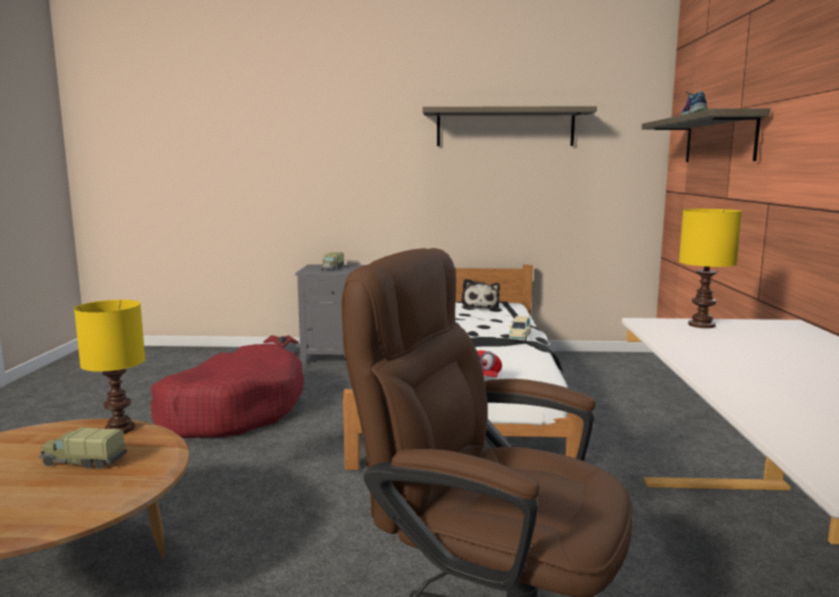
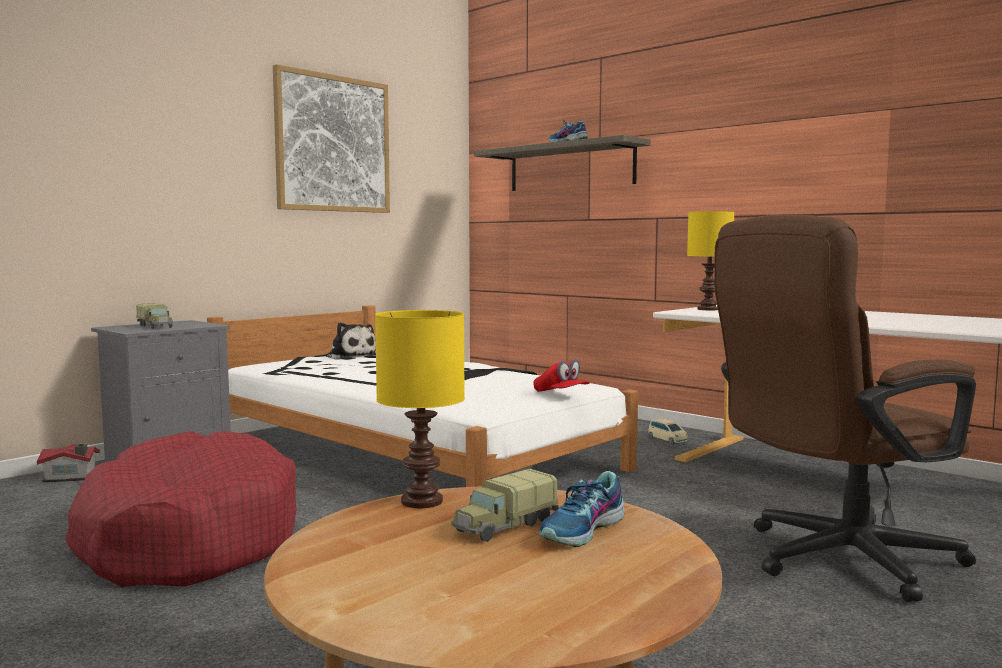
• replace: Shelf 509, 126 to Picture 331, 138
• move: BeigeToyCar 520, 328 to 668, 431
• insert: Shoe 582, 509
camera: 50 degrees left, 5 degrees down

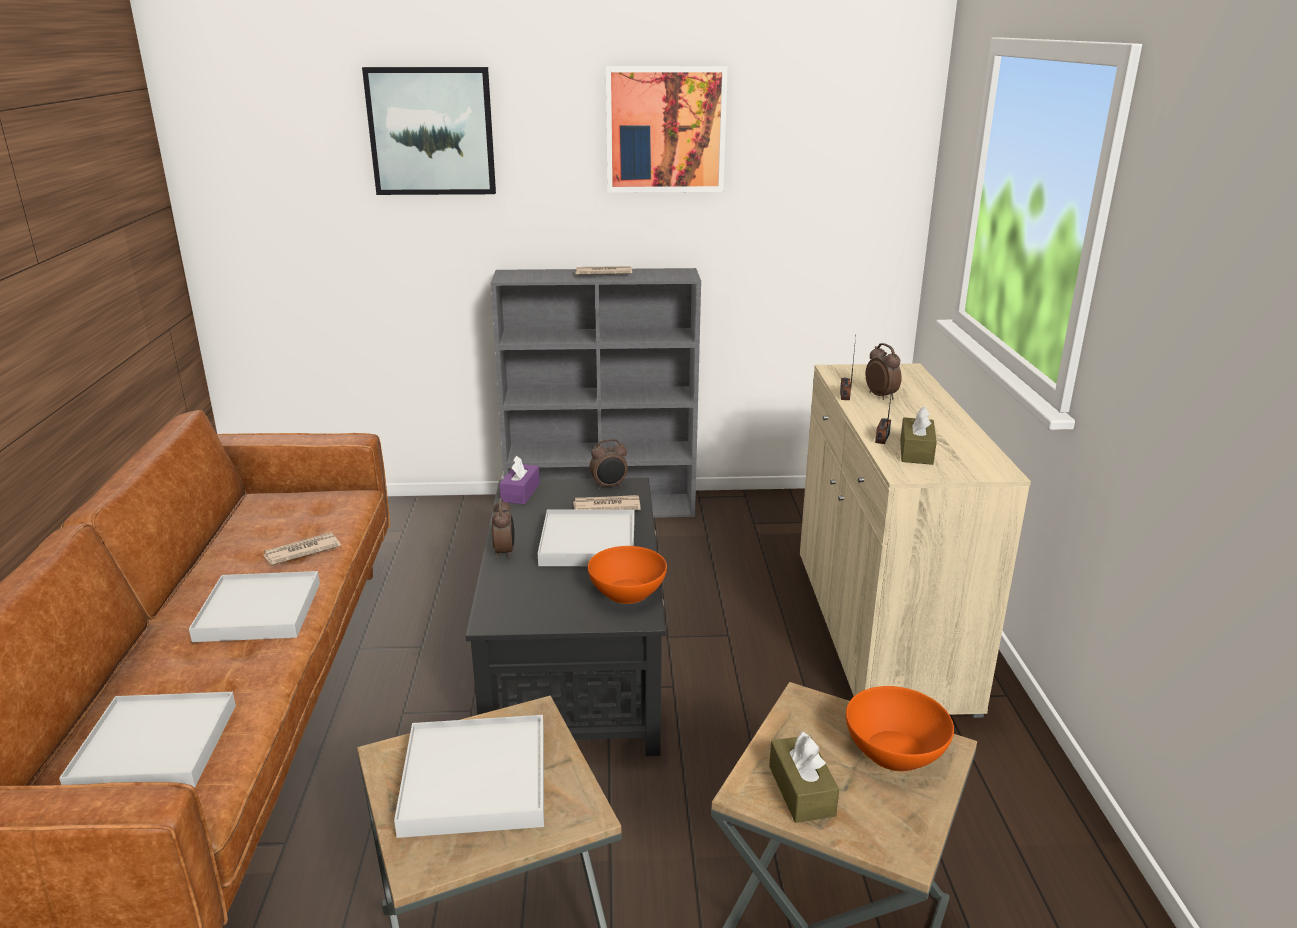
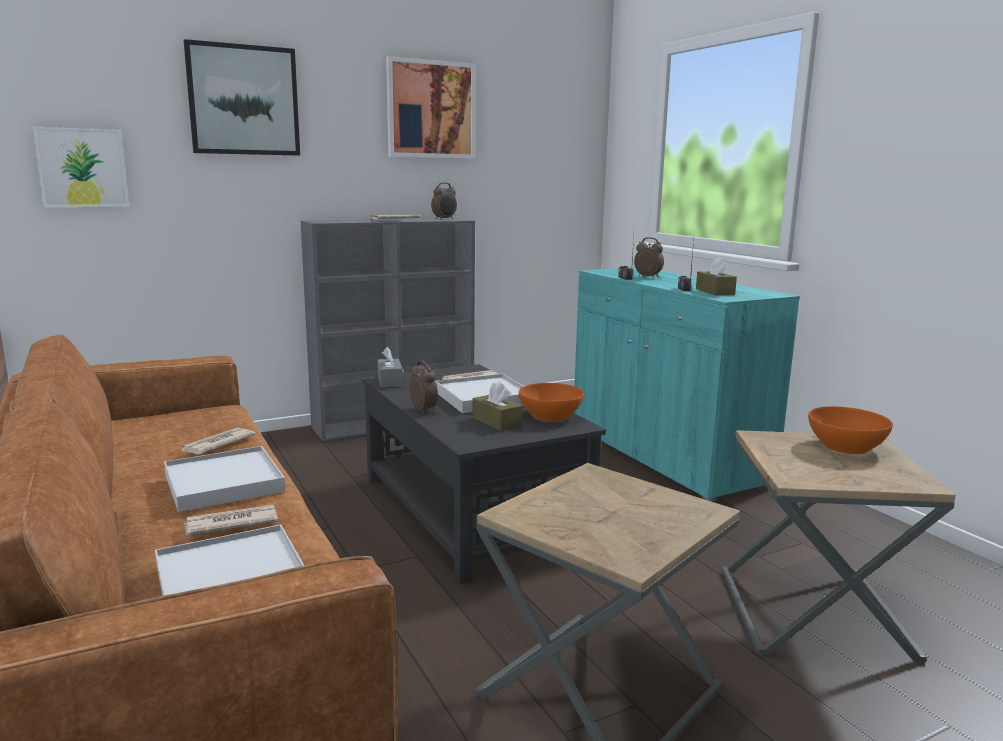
• delete: WhiteTray 469, 776
• recolor: PurpleTissueBox 519, 479 to GreyTissueBox 390, 367
• move: AlarmClock 609, 464 to 444, 201
• move: BrownTissueBox 804, 777 to 497, 406
• recolor: BeigeCabinet 915, 540 to TurquoiseCabinet 687, 385
• insert: Picture 81, 167
• insert: Newspaper 231, 520
camera: 25 degrees left, 10 degrees down

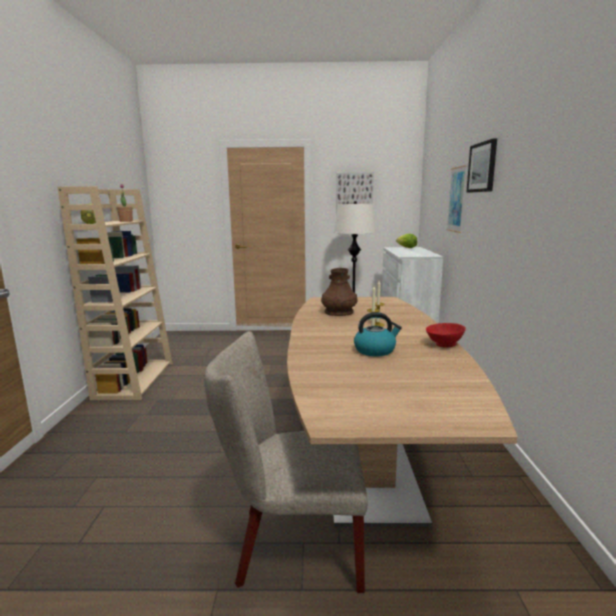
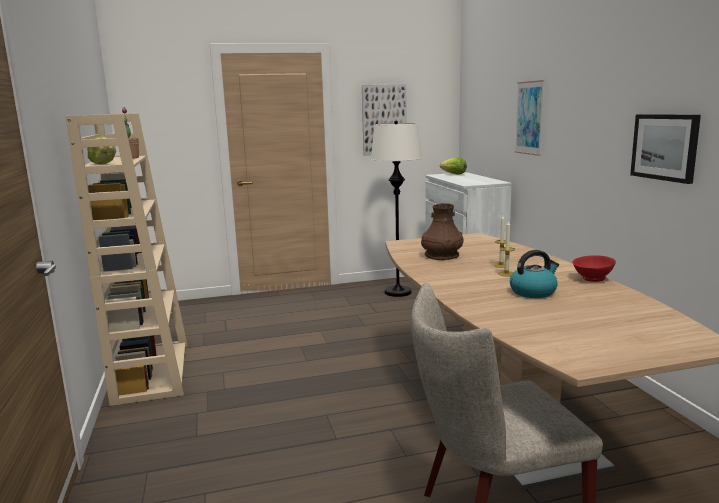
• move: Picture 481, 165 to 665, 149
camera: 15 degrees left, 0 degrees up

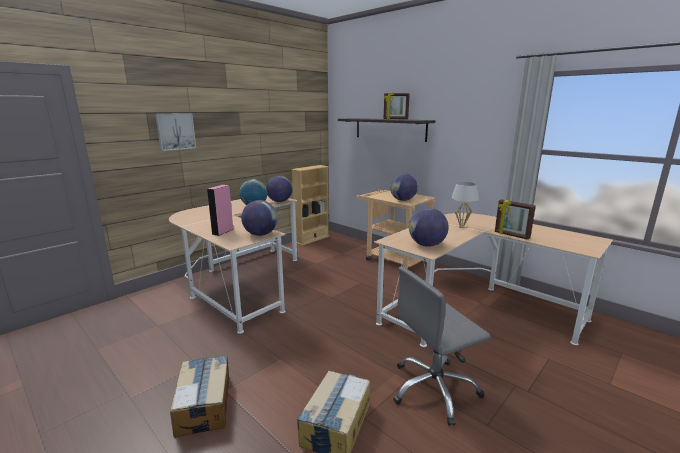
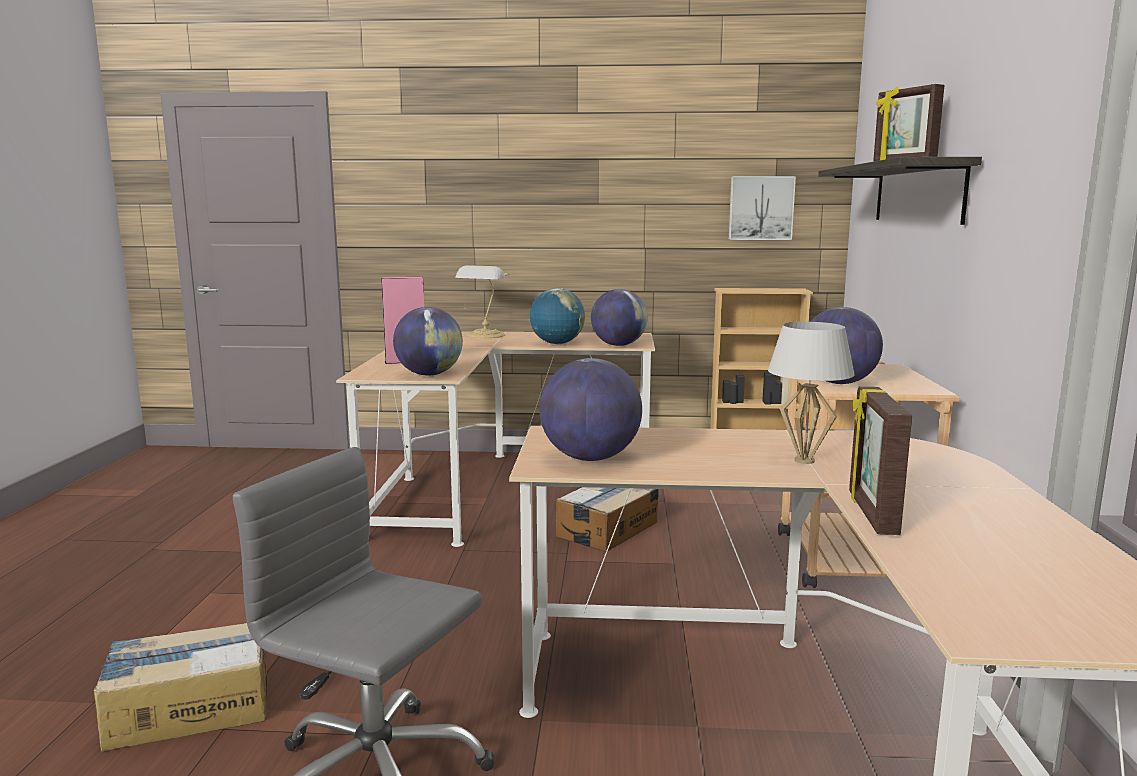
• move: Picture 175, 132 to 762, 208
• move: CardboardBox 199, 396 to 607, 519
• insert: TableLamp 483, 301
camera: 50 degrees right, 5 degrees down

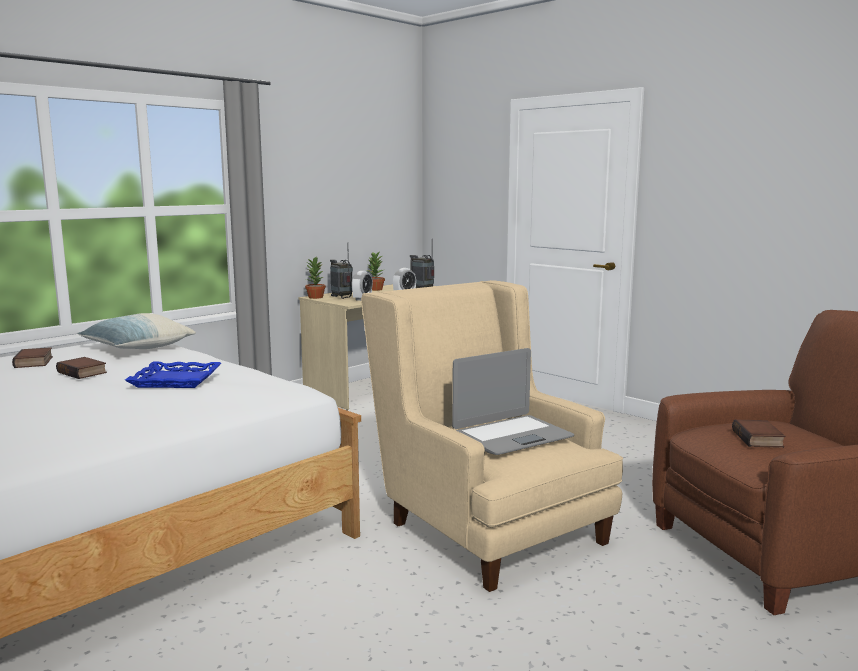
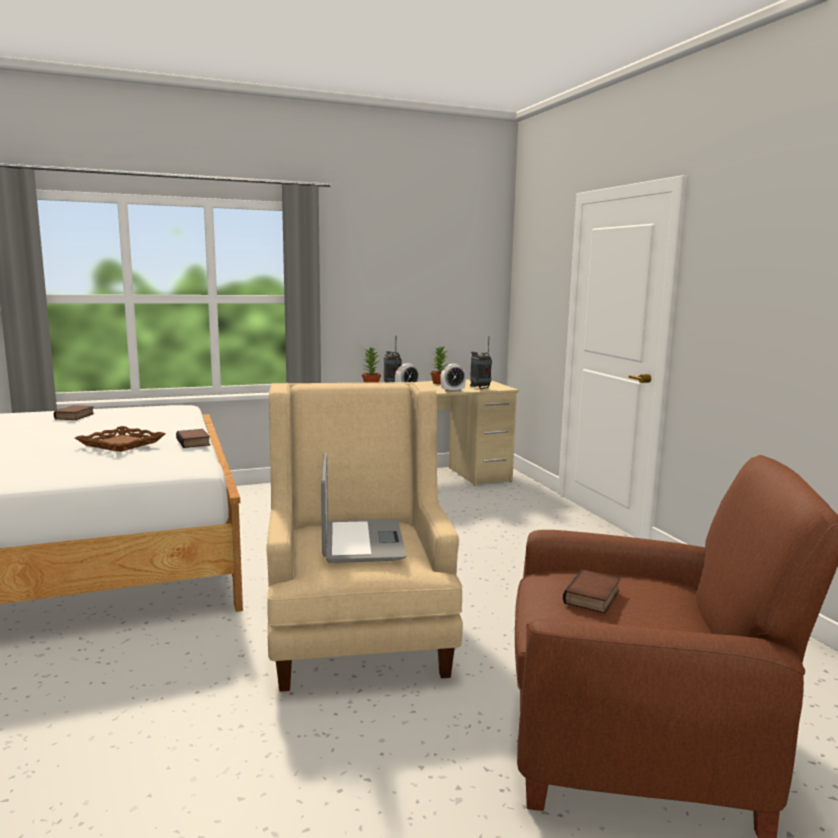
• move: Book 81, 368 to 193, 438
• delete: Pillow 136, 331
• recolor: BlueTray 173, 375 to BrownTray 120, 439
• rotate: Laptop 513, 401 = 363, 508 90 degrees counterclockwise
camera: 25 degrees right, 0 degrees up

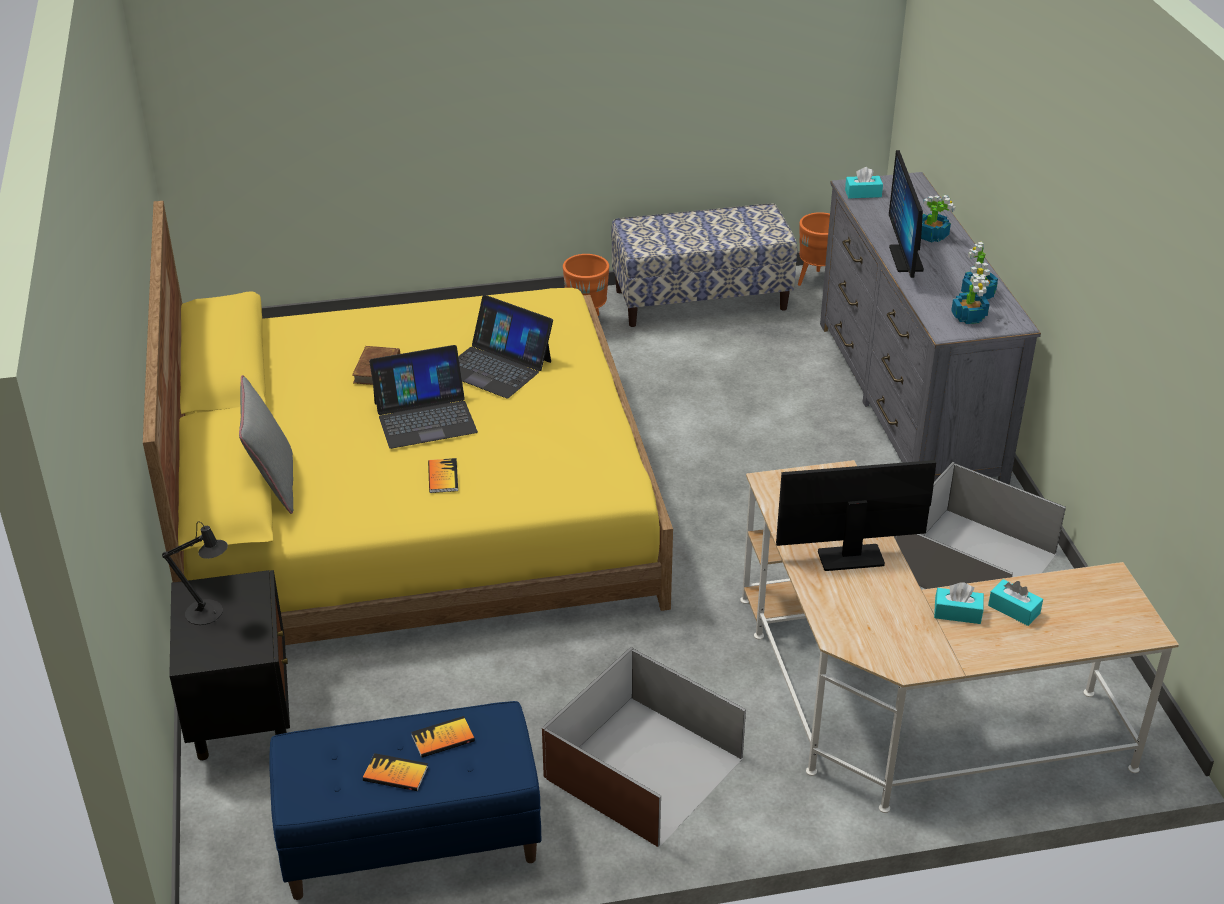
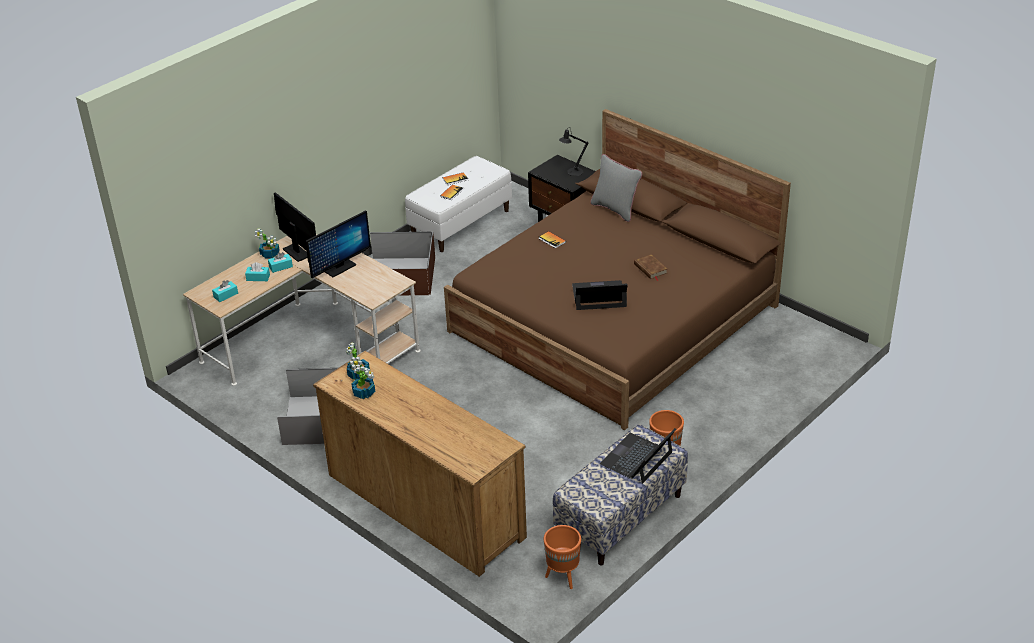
• recolor: YellowBed 408, 423 to BrownBed 617, 269
• recolor: BlueBench 405, 800 to WhiteBench 458, 204
• move: Laptop 423, 397 to 638, 456
• recolor: GreyDresser 930, 328 to BrownDresser 420, 464
• move: TurquoiseTissueBox 864, 182 to 225, 291
• move: Monitor 906, 214 to 295, 227
• move: PottedPlant 938, 219 to 267, 243
camera: 145 degrees right, 0 degrees up

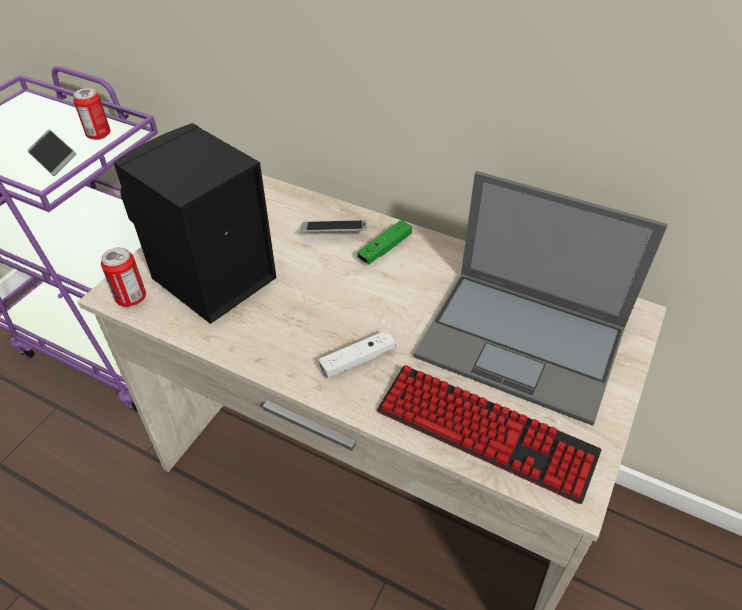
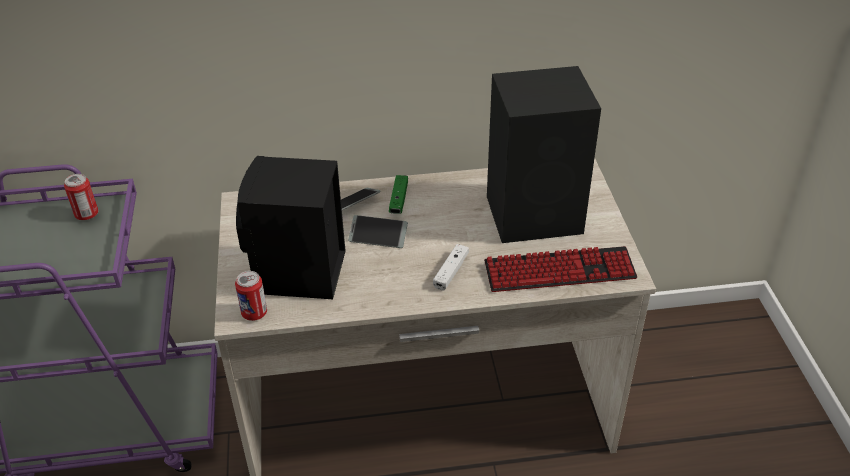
• move: Phone 52, 153 to 378, 231
• replace: Laptop 540, 298 to BlackSpeaker 544, 154
camera: 35 degrees left, 5 degrees down

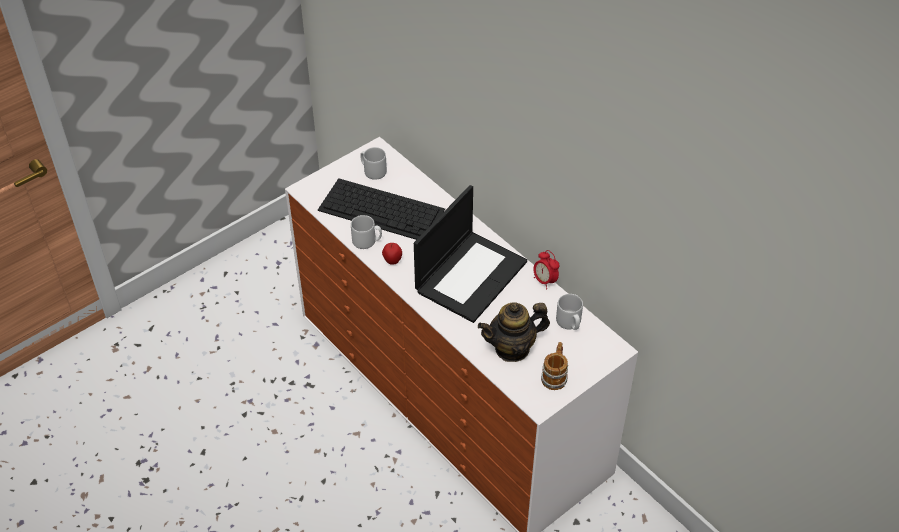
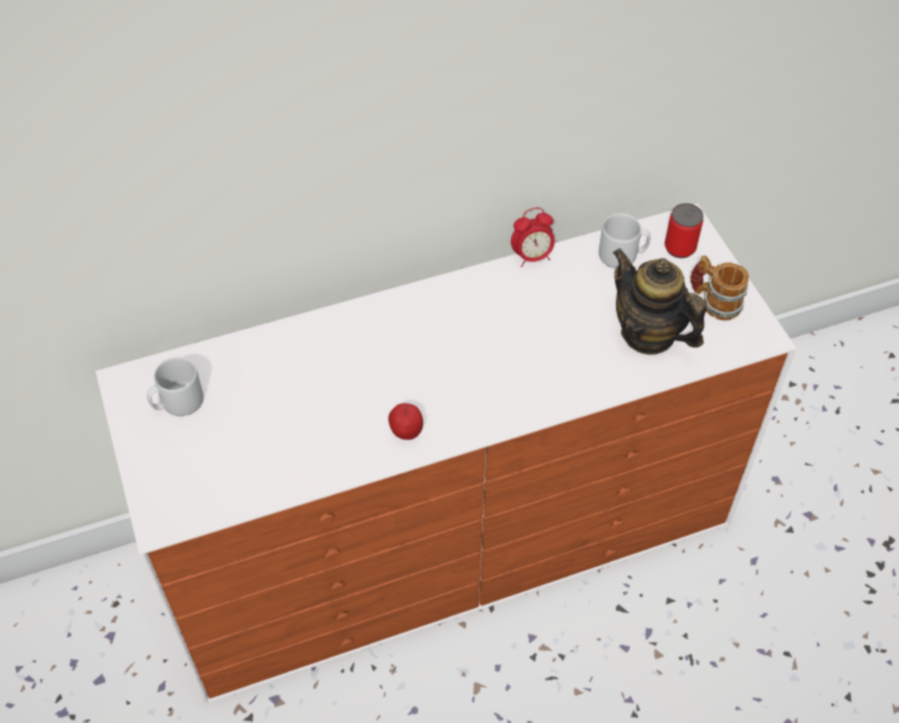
• delete: Keyboard 381, 209
• delete: GreyMug 366, 232
• delete: Laptop 470, 254
• rotate: Teapot 514, 332 = 660, 301 135 degrees clockwise
• insert: Can 684, 230
camera: 70 degrees left, 5 degrees up

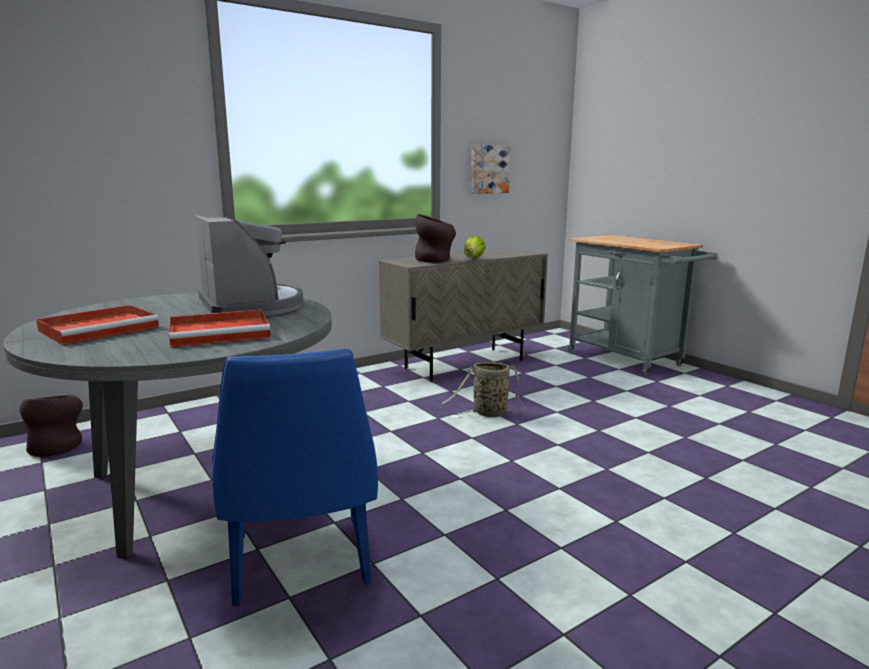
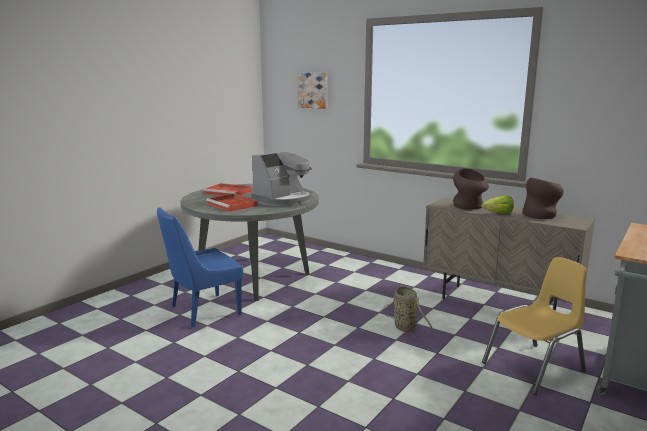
• move: BrownVase 51, 426 to 543, 198
• move: Picture 491, 169 to 312, 91
• insert: YellowChair 534, 326
camera: 70 degrees right, 0 degrees up

